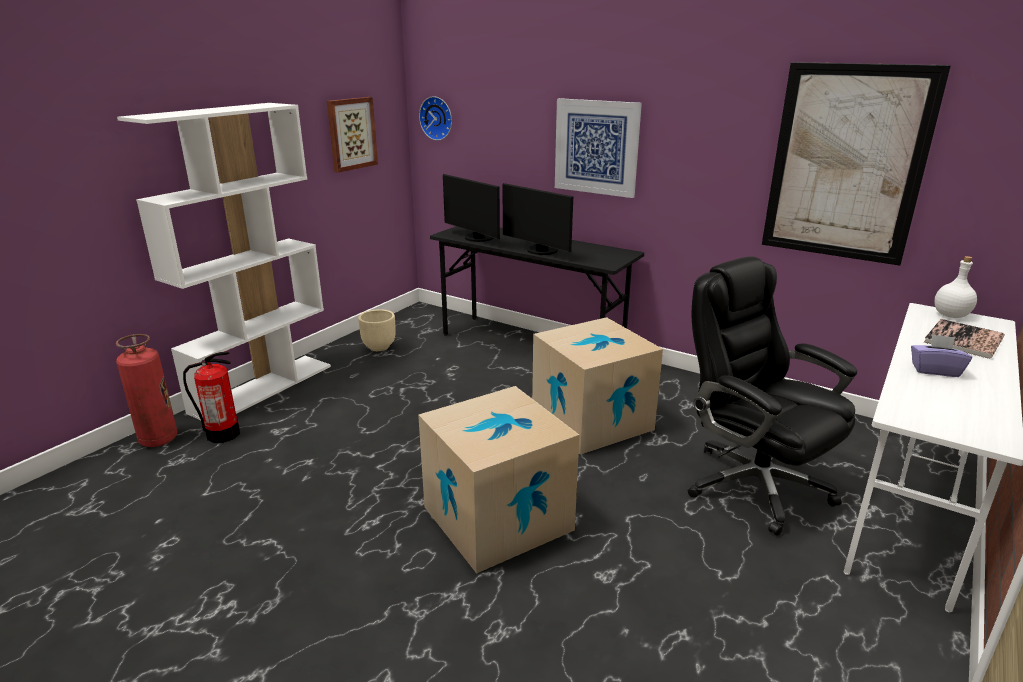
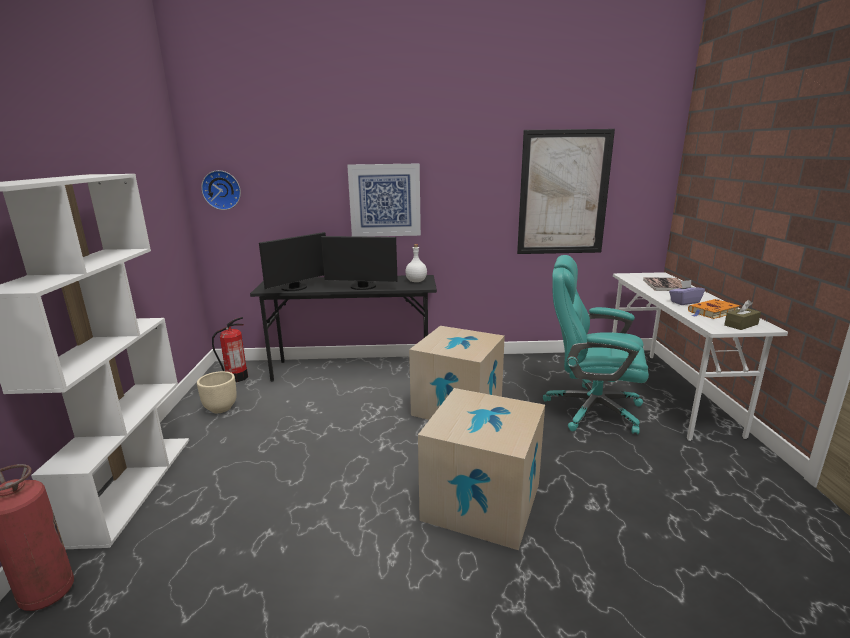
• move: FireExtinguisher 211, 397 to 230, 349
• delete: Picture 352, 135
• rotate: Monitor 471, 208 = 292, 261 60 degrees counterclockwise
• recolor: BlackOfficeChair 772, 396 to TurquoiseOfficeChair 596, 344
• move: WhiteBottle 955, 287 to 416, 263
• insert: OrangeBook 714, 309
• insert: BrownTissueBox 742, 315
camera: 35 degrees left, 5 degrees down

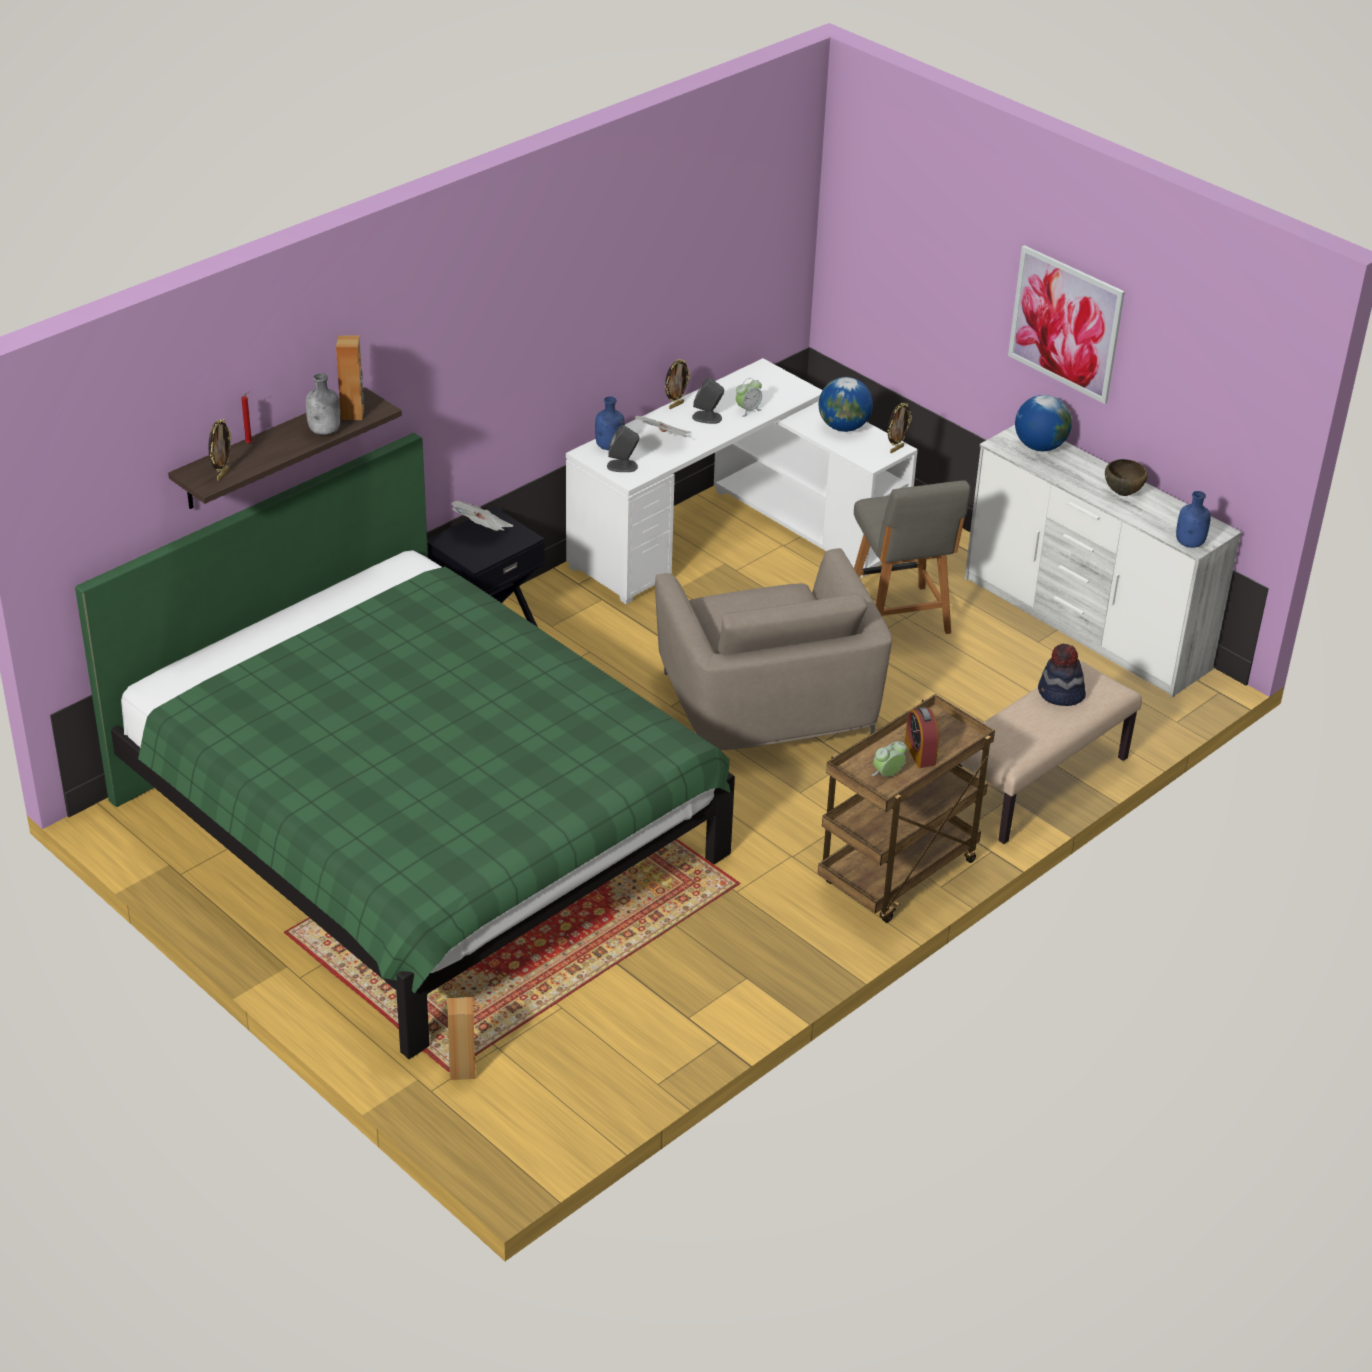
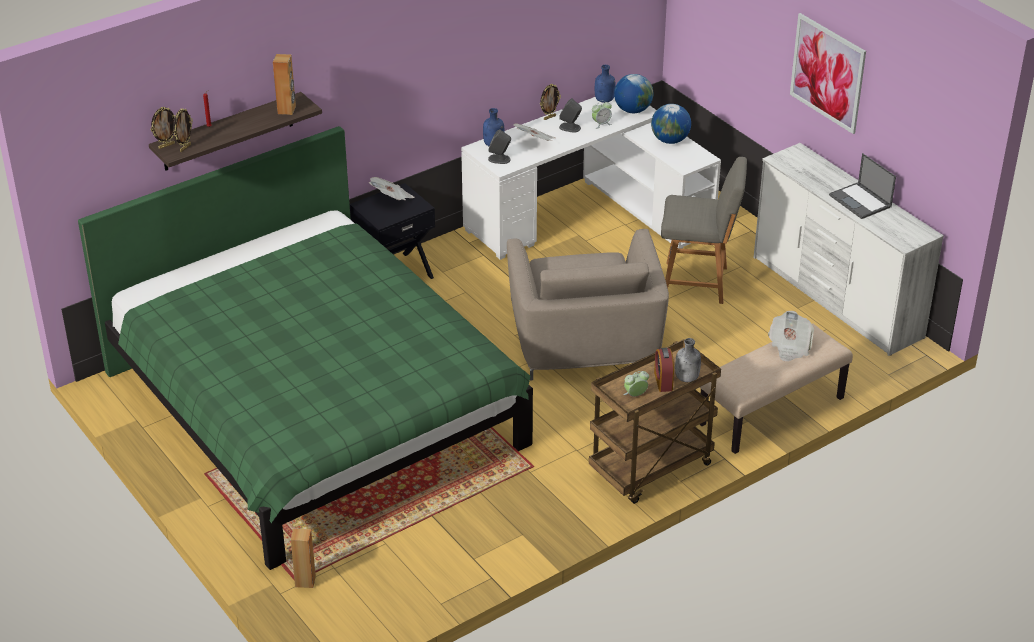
• move: GreyBottle 323, 404 to 688, 360
• rotate: GreyChair 912, 557 = 704, 230 75 degrees counterclockwise
• move: PictureFrame 900, 428 to 163, 128
• move: Globe 1043, 423 to 633, 93
• replace: Hat 1062, 675 to Newspaper 791, 336
• replace: BrownBowl 1126, 477 to Laptop 862, 186
• move: BlueBottle 1193, 519 to 605, 84
camera: 10 degrees right, 0 degrees up

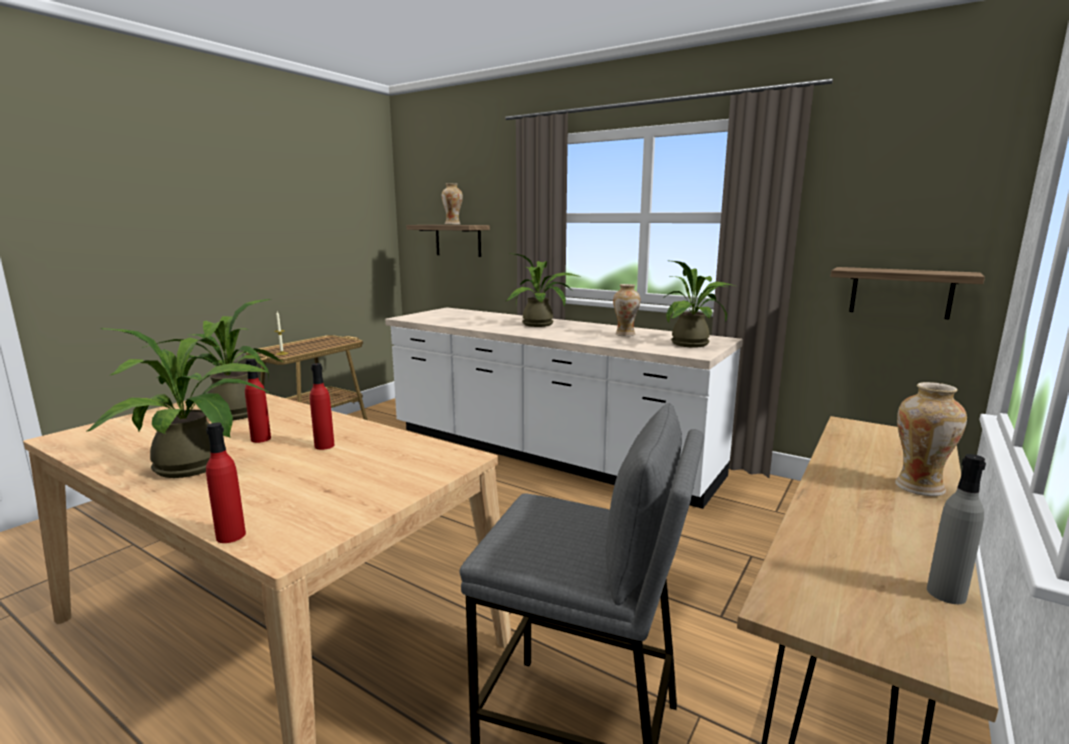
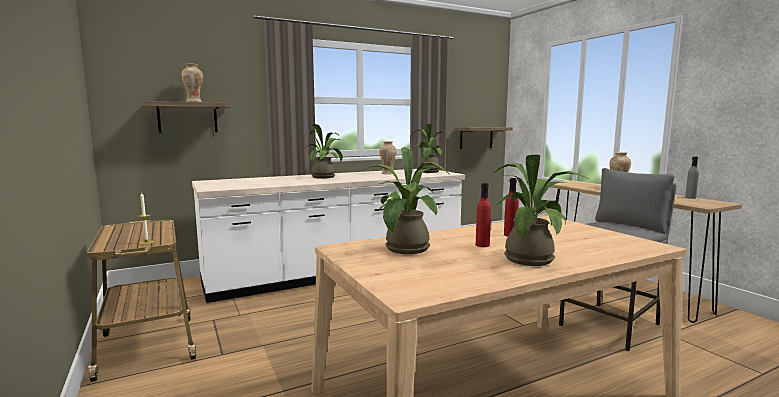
• delete: RedBottle 226, 483
camera: 60 degrees left, 5 degrees down

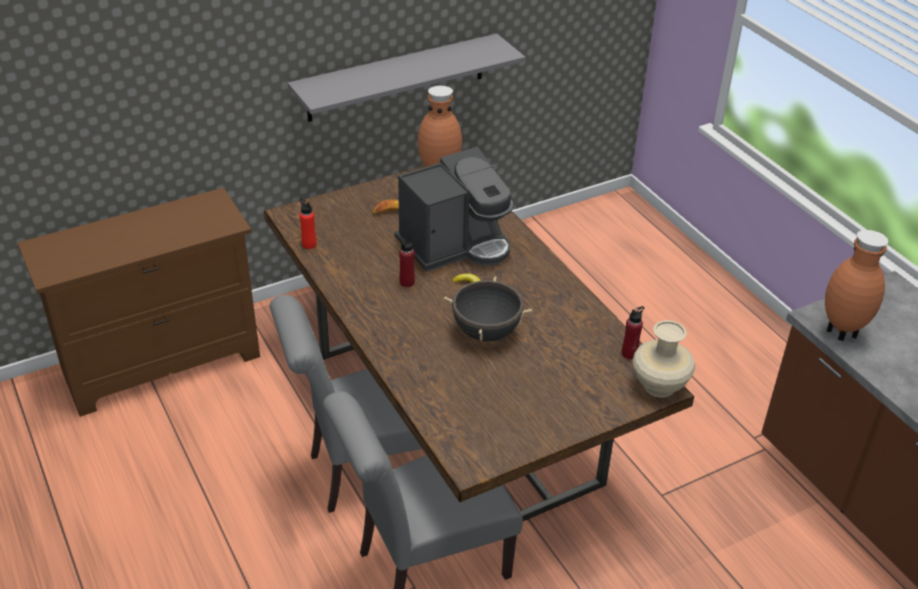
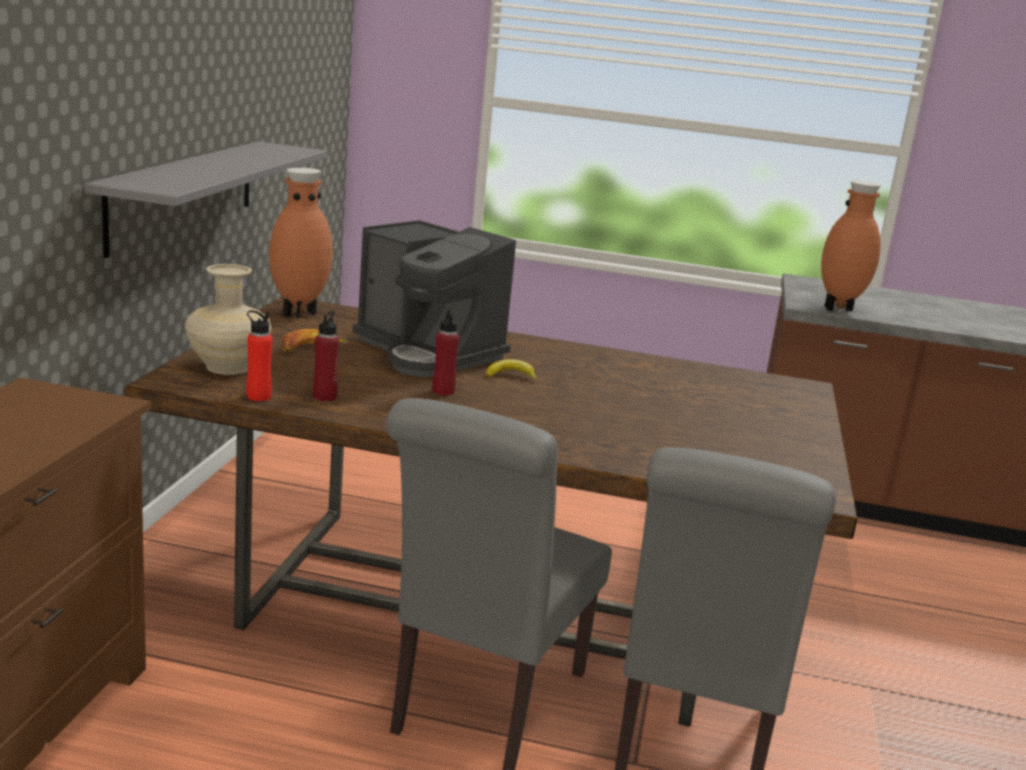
• rotate: CoffeeMachine 454, 209 = 434, 298 120 degrees clockwise
• delete: BlackCookingPot 488, 309
• move: RedBottle 633, 332 to 326, 356
• move: BeigeVase 664, 358 to 228, 319
camera: 50 degrees left, 20 degrees down

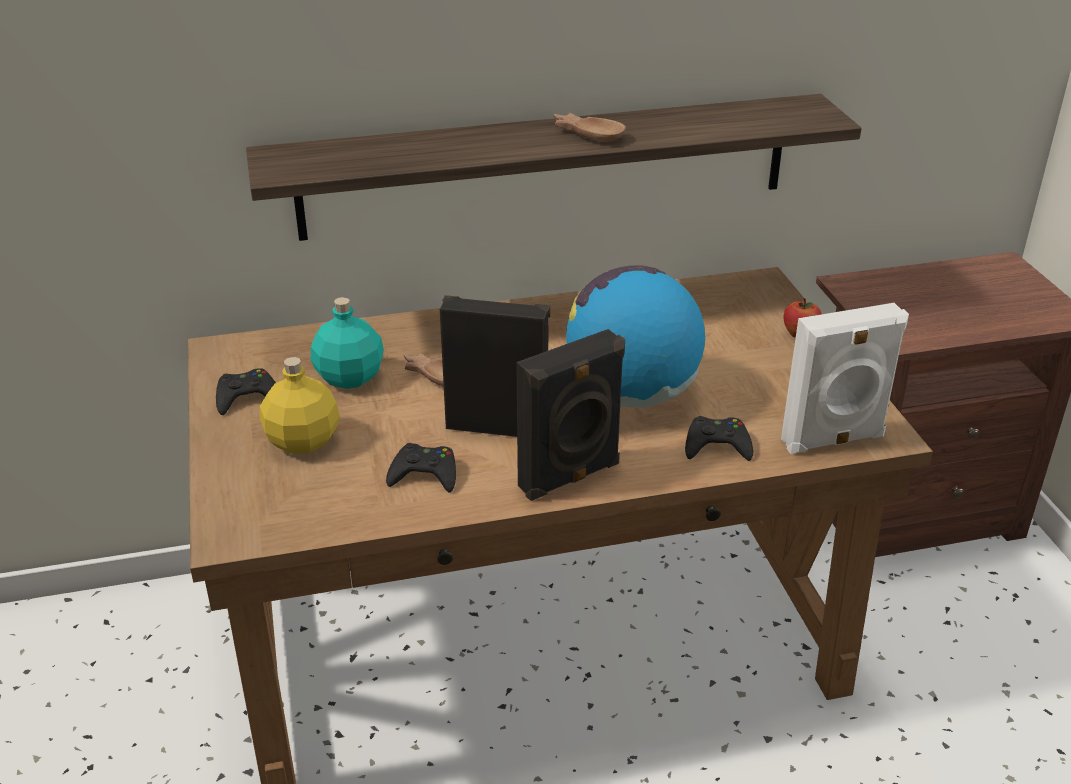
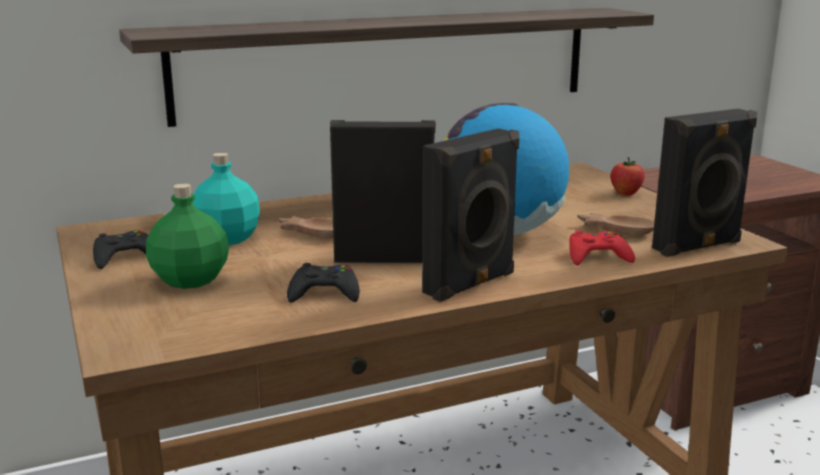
• recolor: YellowBottle 300, 405 to GreenBottle 187, 236
• move: BrownBowl 589, 127 to 616, 224
• recolor: BlackGameController 719, 438 to RedGameController 602, 248
• recolor: WhiteSpeaker 845, 378 to BlackSpeaker 704, 183
camera: 10 degrees left, 15 degrees down

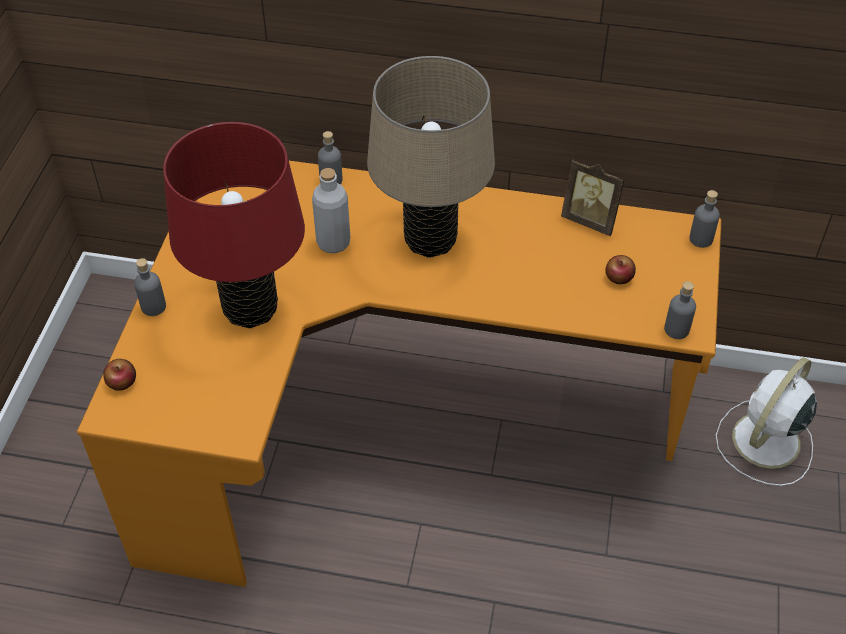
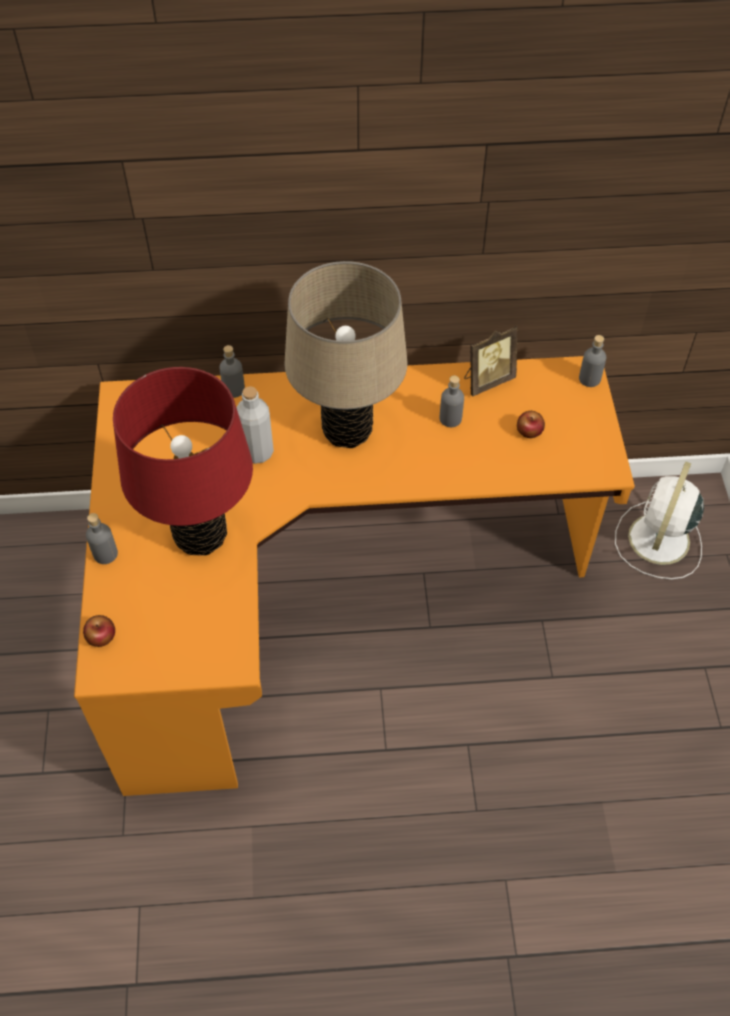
• rotate: PictureFrame 593, 197 = 491, 360 45 degrees counterclockwise
• move: GreyBottle 680, 310 to 452, 401
camera: 15 degrees left, 5 degrees up

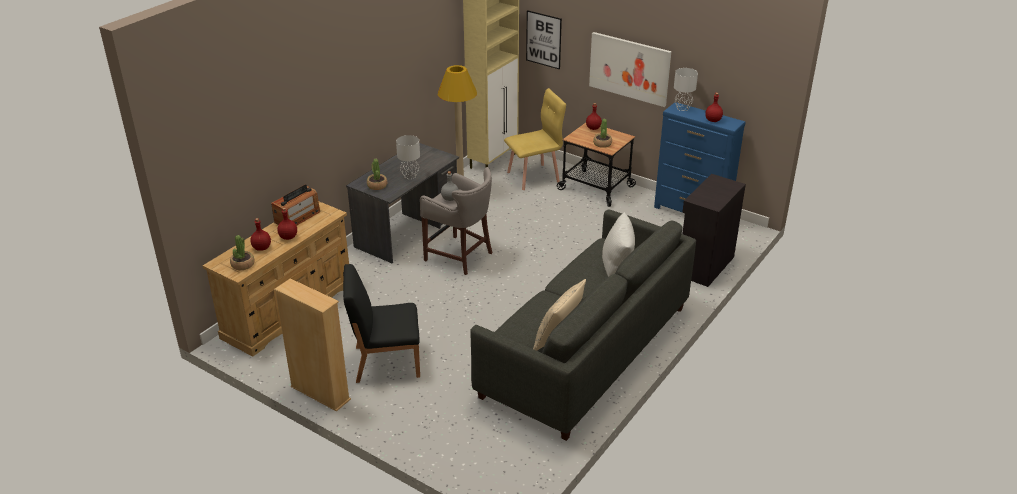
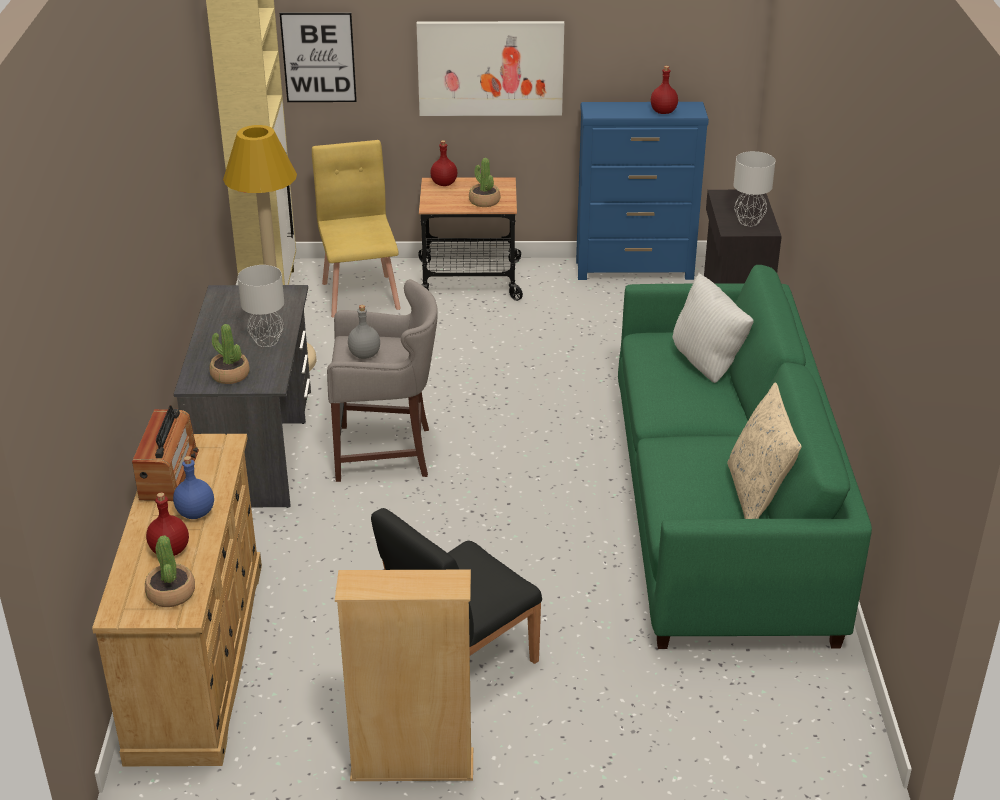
• recolor: RedBottle 287, 224 to BlueBottle 193, 487
• recolor: GreySofa 583, 325 to GreenSofa 745, 457
• rotate: YellowChair 535, 139 = 356, 229 45 degrees counterclockwise
• move: GreyTableLamp 686, 89 to 754, 188
camera: 35 degrees left, 0 degrees up

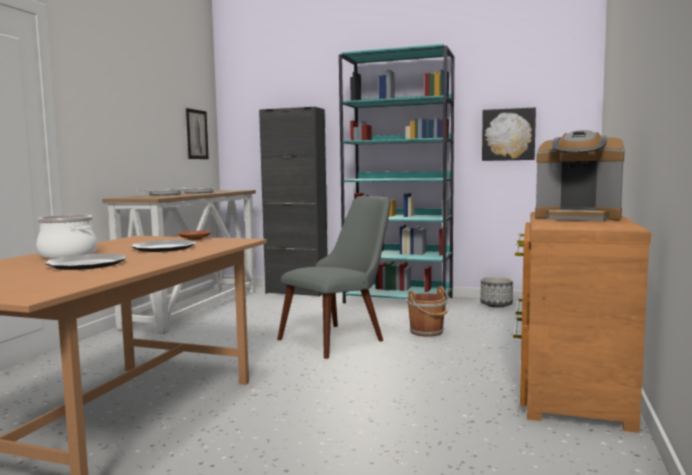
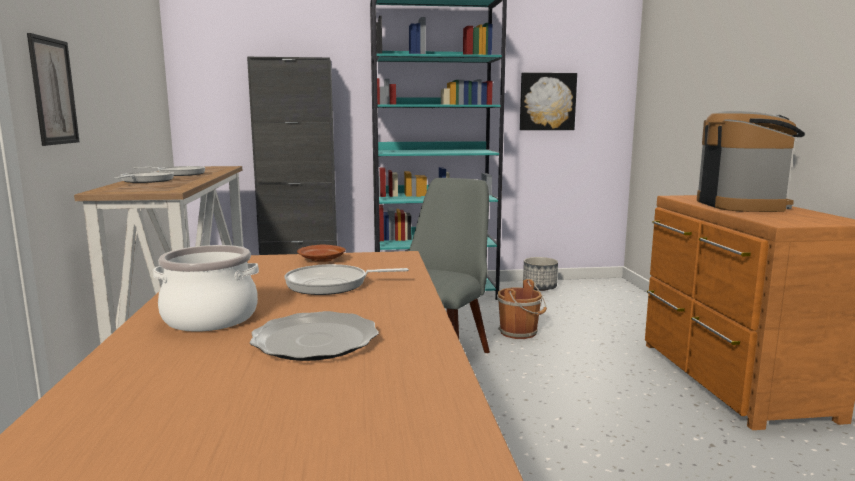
• replace: Plate 163, 246 to FryingPan 346, 279
• move: Picture 197, 133 to 53, 89
• rotate: CoffeeMachine 580, 175 = 751, 161 90 degrees counterclockwise
camera: 25 degrees left, 5 degrees up

